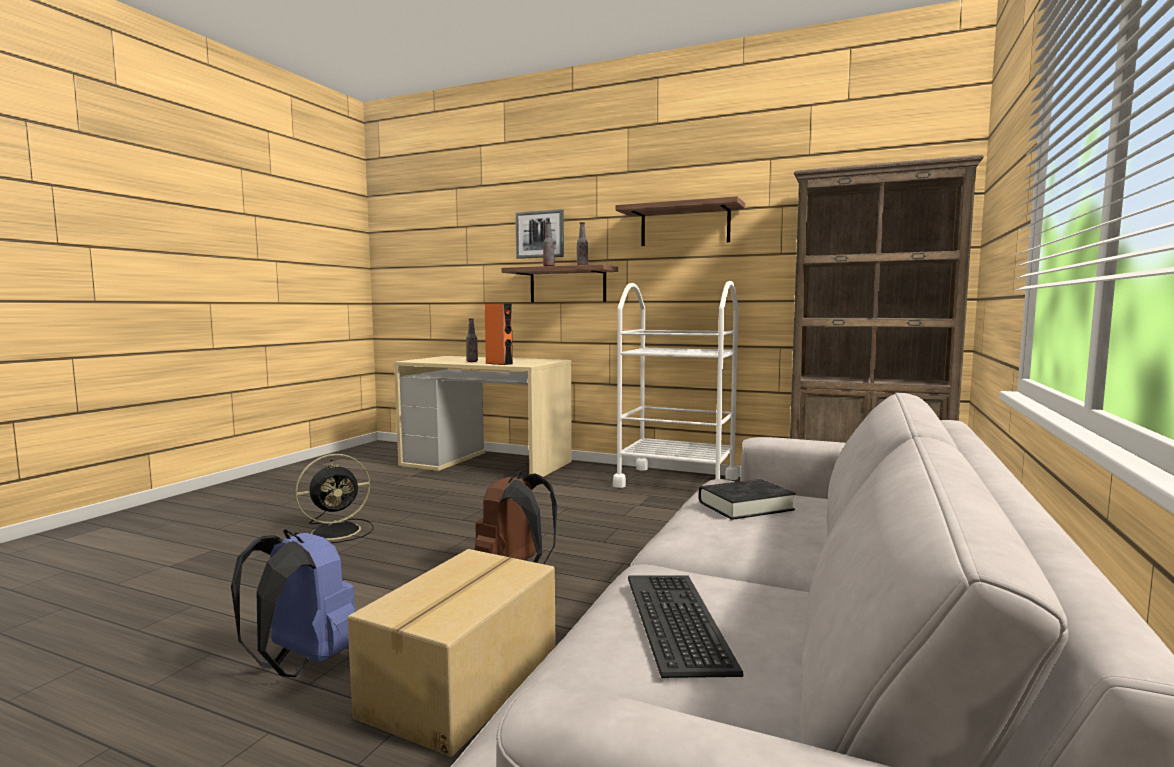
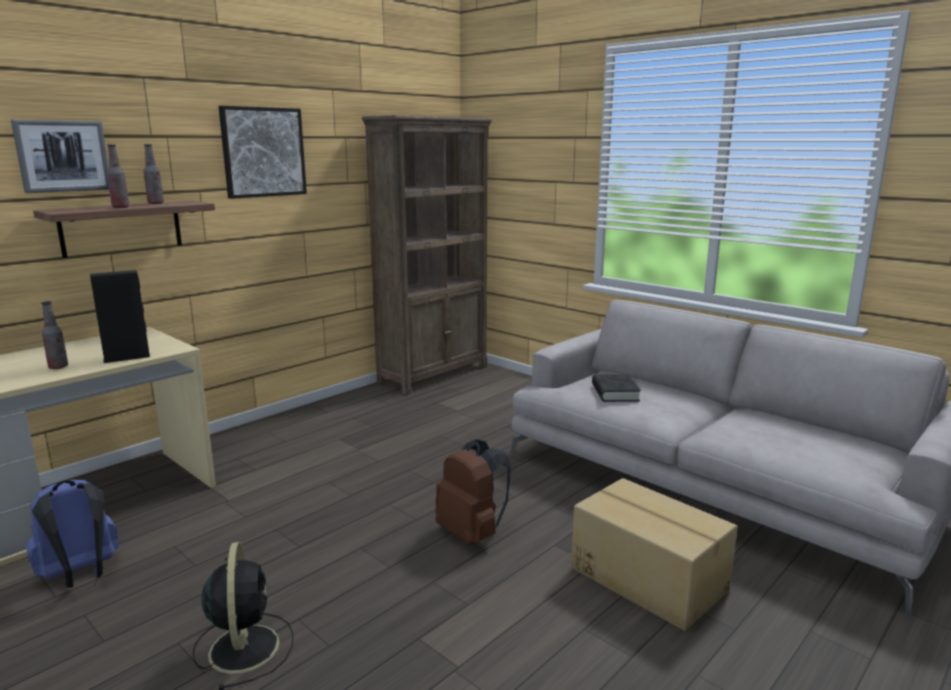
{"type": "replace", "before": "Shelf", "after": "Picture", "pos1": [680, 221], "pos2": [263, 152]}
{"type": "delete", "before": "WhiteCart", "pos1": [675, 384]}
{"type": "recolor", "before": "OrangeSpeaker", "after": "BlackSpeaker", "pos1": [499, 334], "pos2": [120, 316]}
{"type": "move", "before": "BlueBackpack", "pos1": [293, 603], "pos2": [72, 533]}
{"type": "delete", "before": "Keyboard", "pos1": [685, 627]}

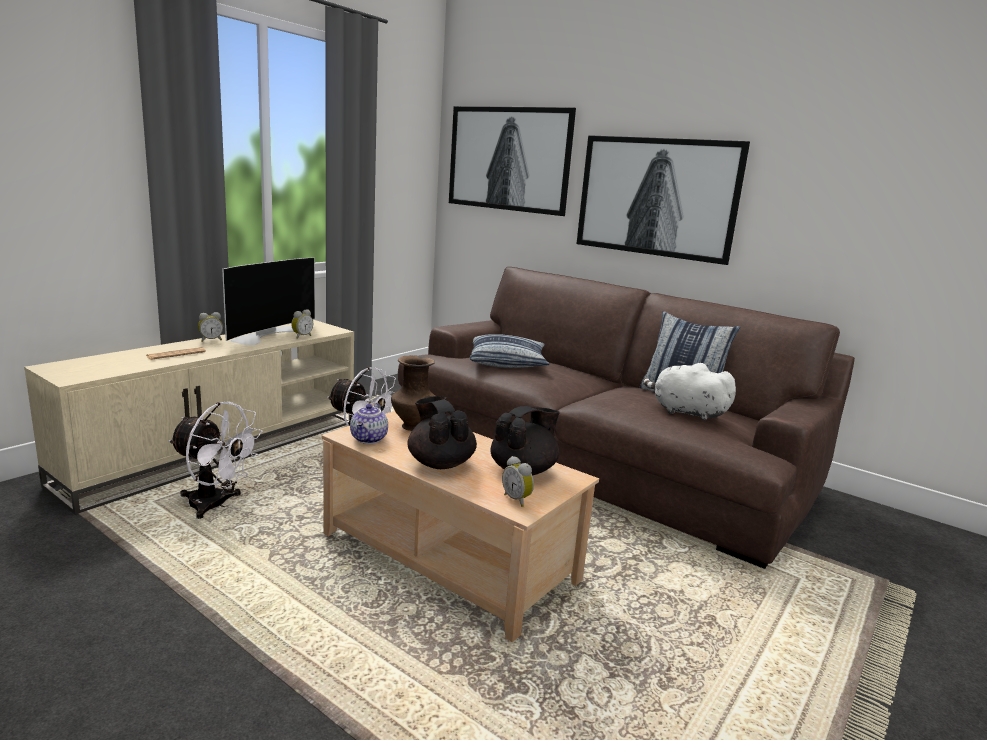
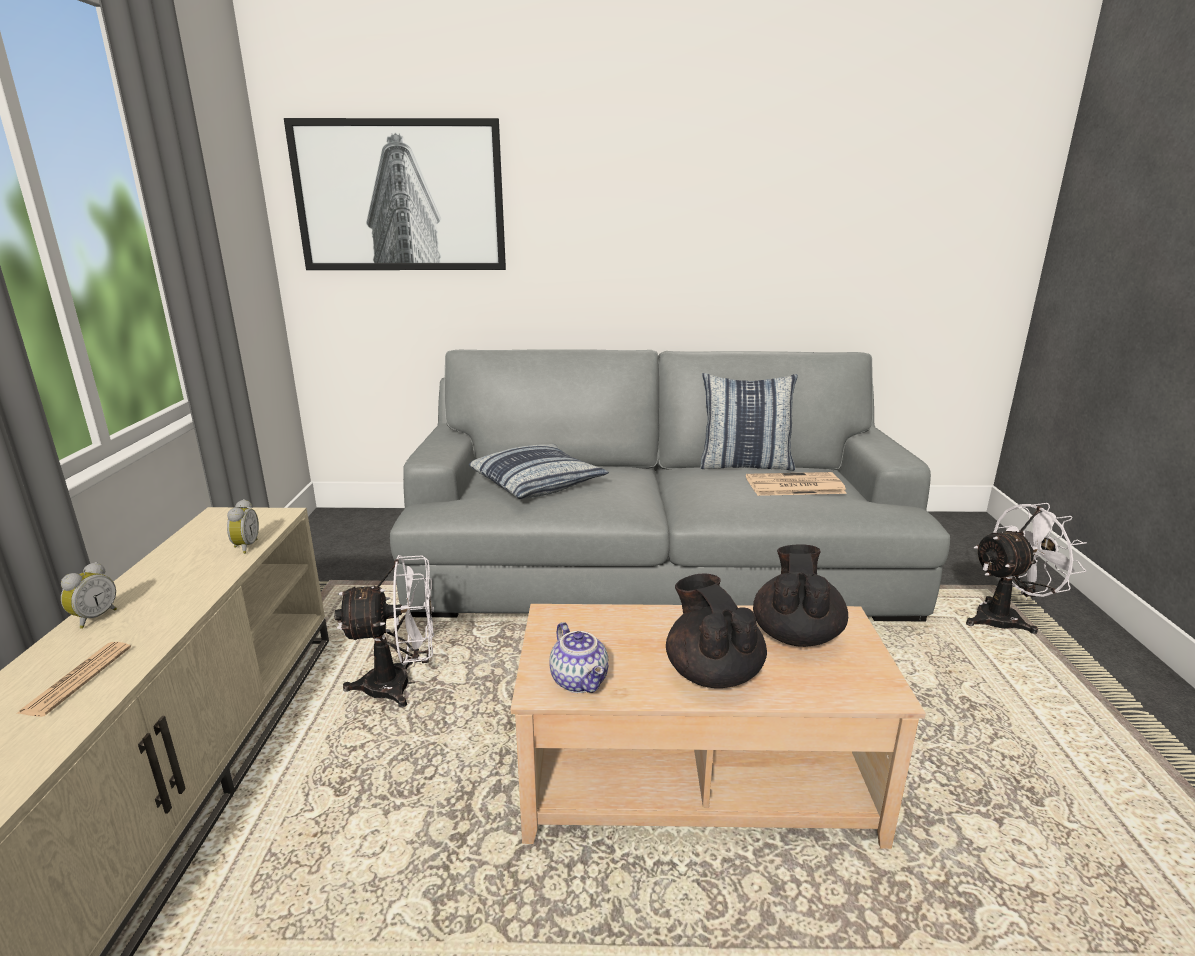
{"type": "delete", "before": "Picture", "pos1": [663, 200]}
{"type": "delete", "before": "Television", "pos1": [268, 301]}
{"type": "recolor", "before": "BrownSofa", "after": "GreySofa", "pos1": [626, 418], "pos2": [670, 485]}
{"type": "delete", "before": "BrownVase", "pos1": [413, 393]}
{"type": "replace", "before": "WhitePlushToy", "after": "Newspaper", "pos1": [689, 392], "pos2": [796, 484]}
{"type": "rotate", "before": "BlackTeapot", "pos1": [442, 432], "pos2": [716, 631], "turn": 45}
{"type": "move", "before": "WhiteFan", "pos1": [216, 460], "pos2": [1026, 568]}
{"type": "delete", "before": "AlarmClock", "pos1": [518, 481]}

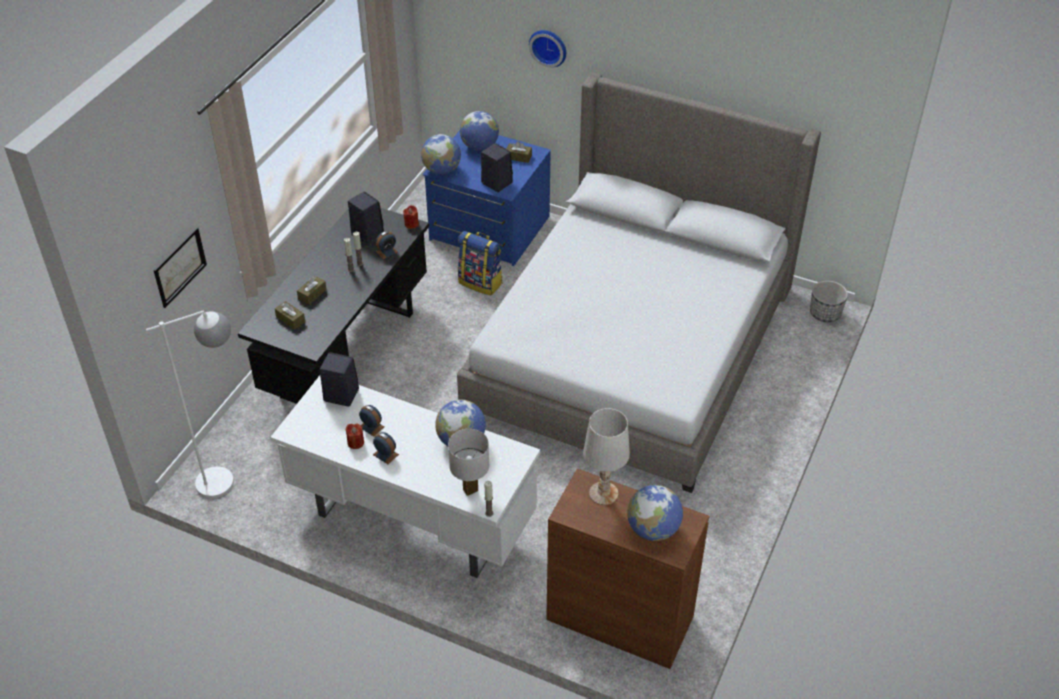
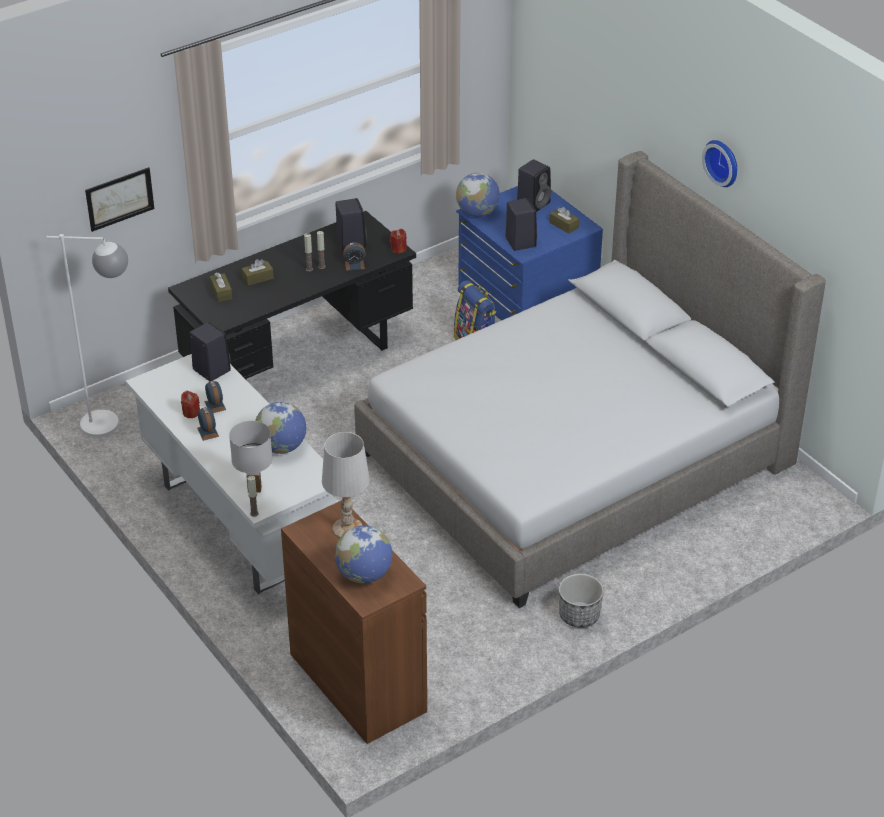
{"type": "move", "before": "WallClock", "pos1": [547, 48], "pos2": [719, 163]}
{"type": "replace", "before": "Globe", "after": "BlackSpeaker", "pos1": [479, 131], "pos2": [534, 185]}
{"type": "move", "before": "Planter", "pos1": [829, 301], "pos2": [581, 601]}

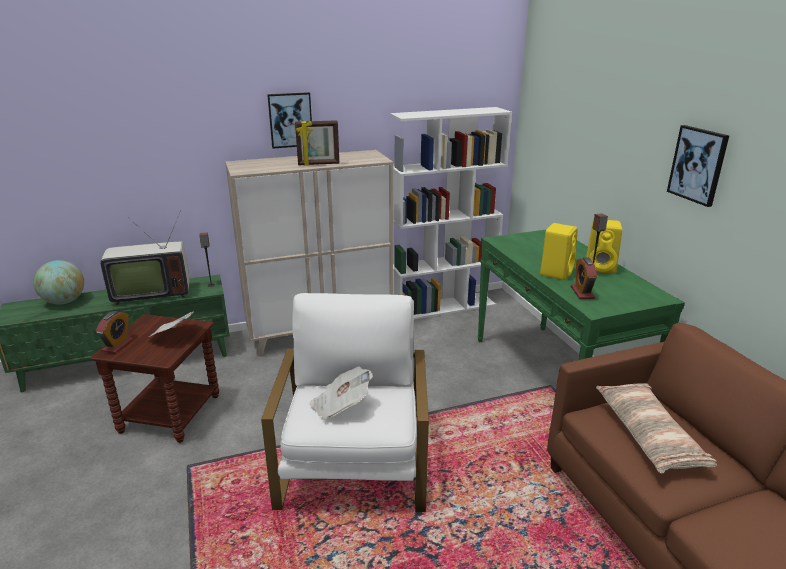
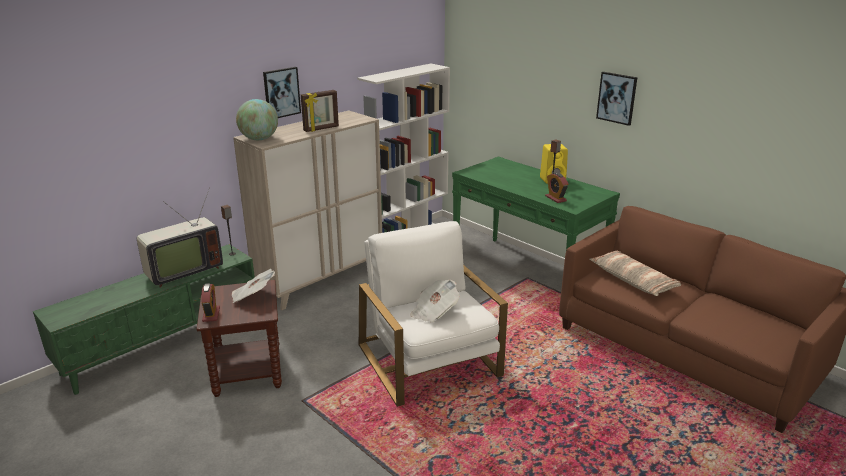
{"type": "delete", "before": "YellowSpeaker", "pos1": [559, 251]}
{"type": "move", "before": "Globe", "pos1": [58, 282], "pos2": [257, 119]}

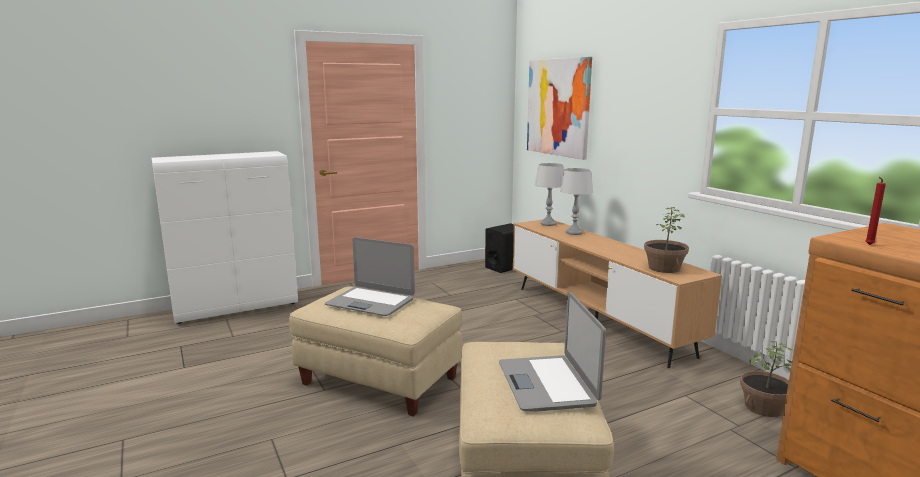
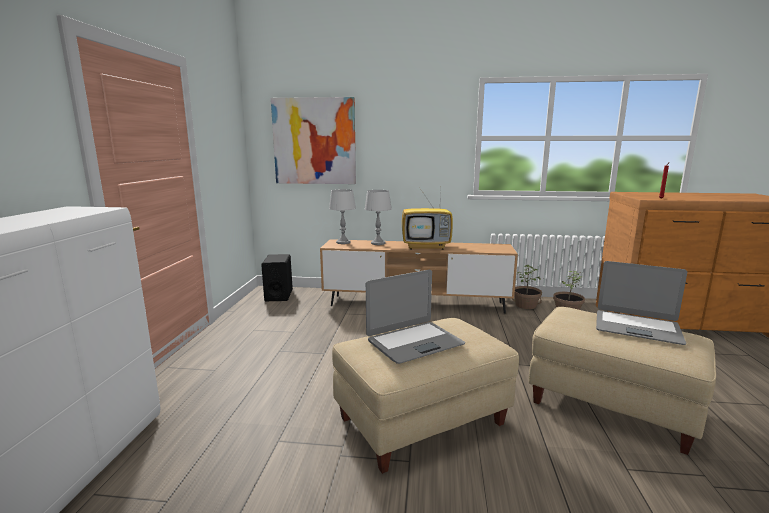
{"type": "move", "before": "PottedPlant", "pos1": [666, 240], "pos2": [527, 287]}
{"type": "insert", "after": "Television", "pos2": [427, 219]}

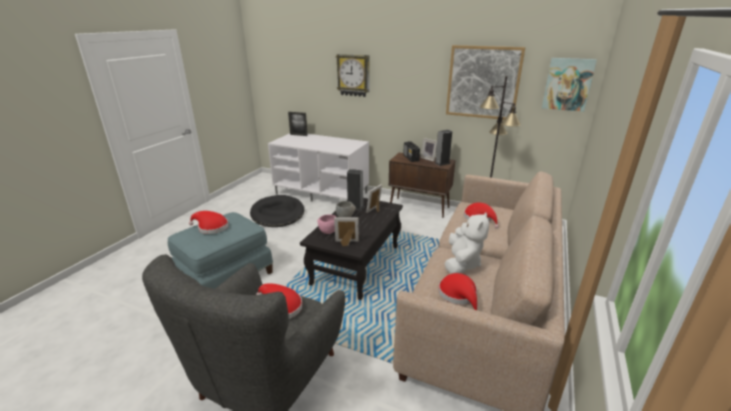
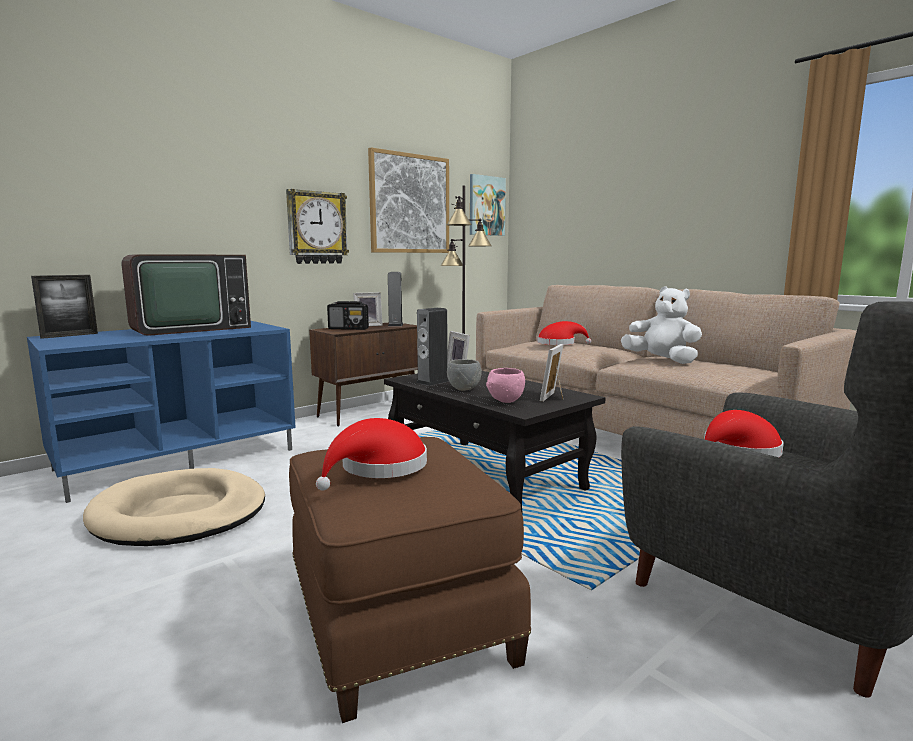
{"type": "move", "before": "WallClock", "pos1": [353, 75], "pos2": [317, 226]}
{"type": "recolor", "before": "WhiteTvStand", "after": "BlueTvStand", "pos1": [318, 167], "pos2": [161, 412]}
{"type": "recolor", "before": "BlackDogBed", "after": "BeigeDogBed", "pos1": [277, 211], "pos2": [174, 507]}
{"type": "recolor", "before": "BlueOttoman", "after": "BrownOttoman", "pos1": [220, 250], "pos2": [410, 580]}
{"type": "delete", "before": "RedHat", "pos1": [457, 291]}
{"type": "insert", "after": "Television", "pos2": [186, 295]}

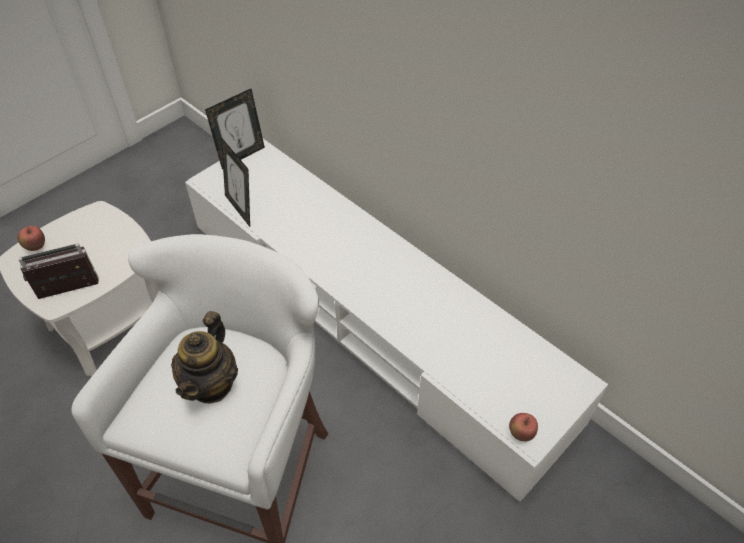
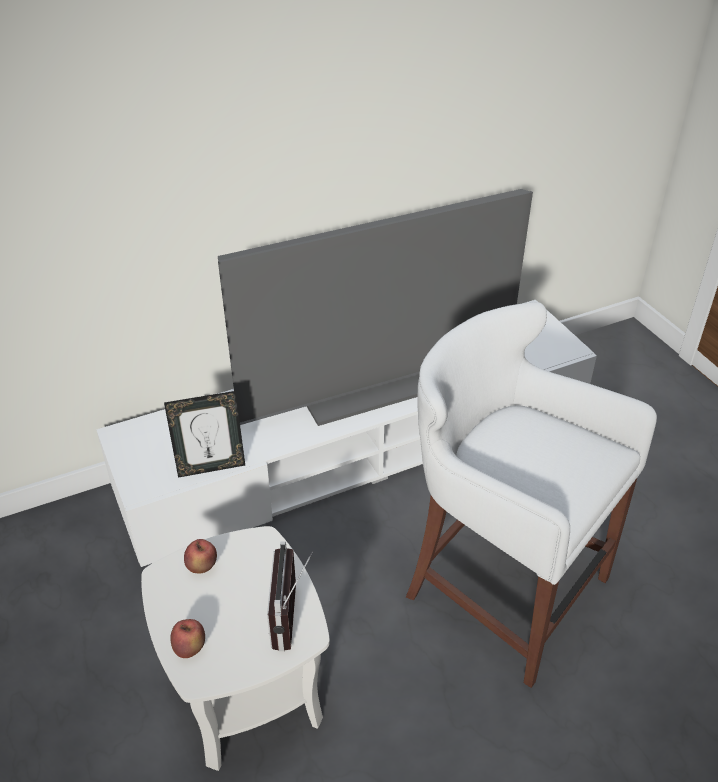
{"type": "delete", "before": "PictureFrame", "pos1": [235, 129]}
{"type": "delete", "before": "Teapot", "pos1": [204, 357]}
{"type": "move", "before": "Apple", "pos1": [523, 427], "pos2": [200, 556]}
{"type": "insert", "after": "Television", "pos2": [375, 307]}

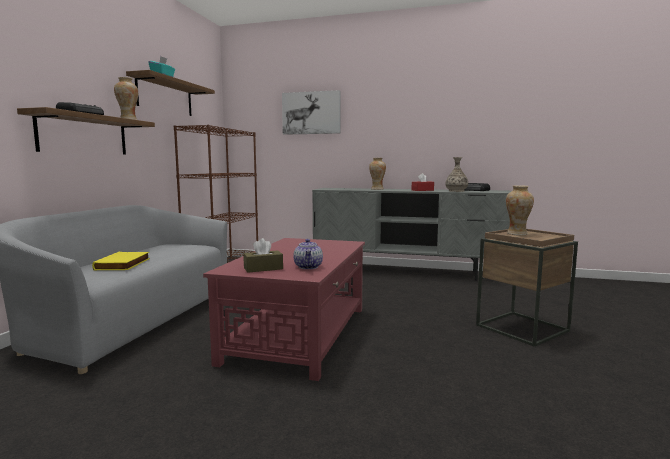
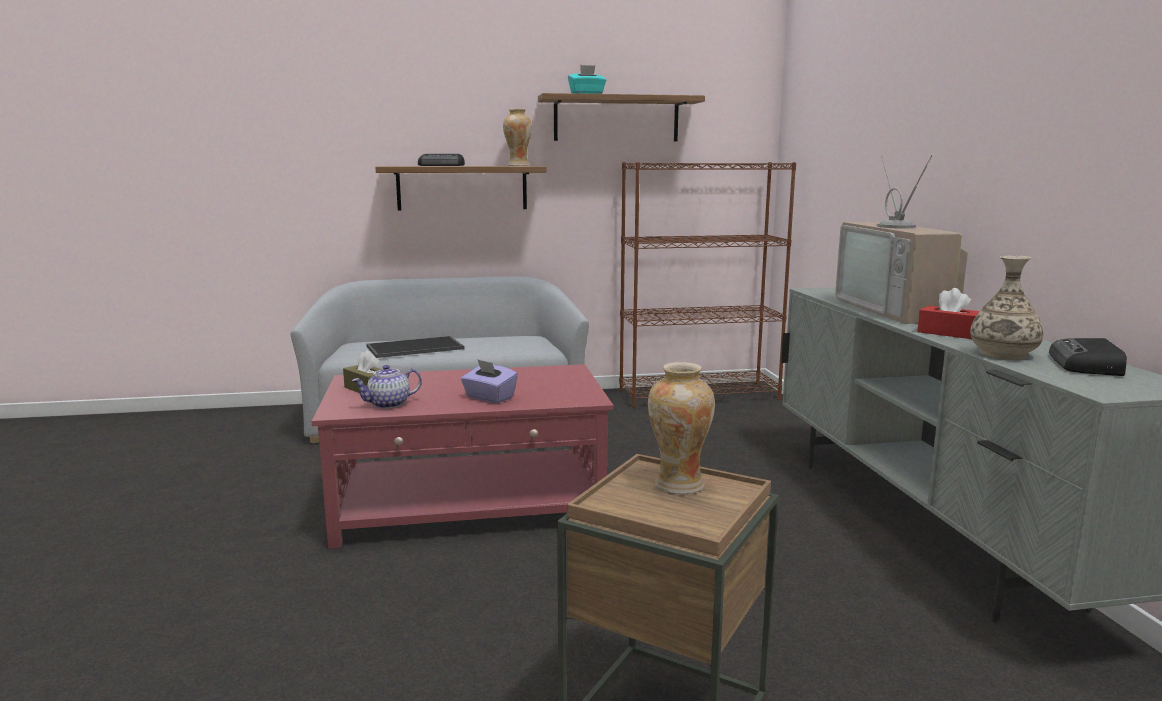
{"type": "delete", "before": "Picture", "pos1": [311, 112]}
{"type": "replace", "before": "Vase", "after": "Television", "pos1": [377, 174], "pos2": [901, 239]}
{"type": "replace", "before": "YellowBook", "after": "Tray", "pos1": [121, 261], "pos2": [415, 347]}
{"type": "insert", "after": "PurpleTissueBox", "pos2": [489, 381]}

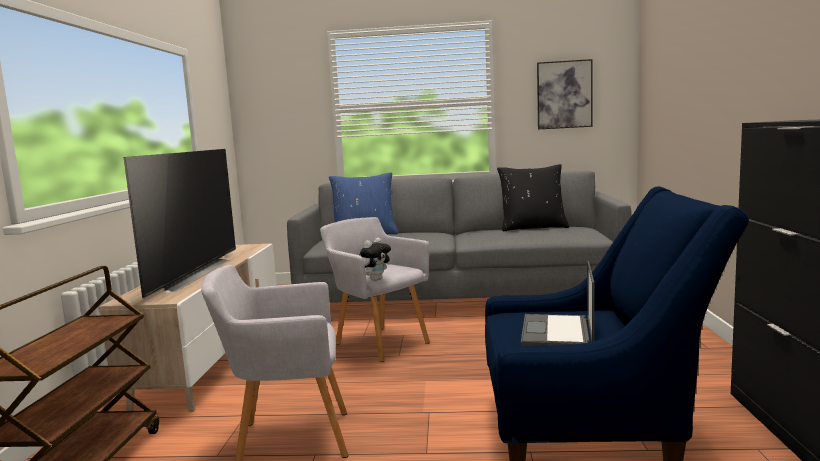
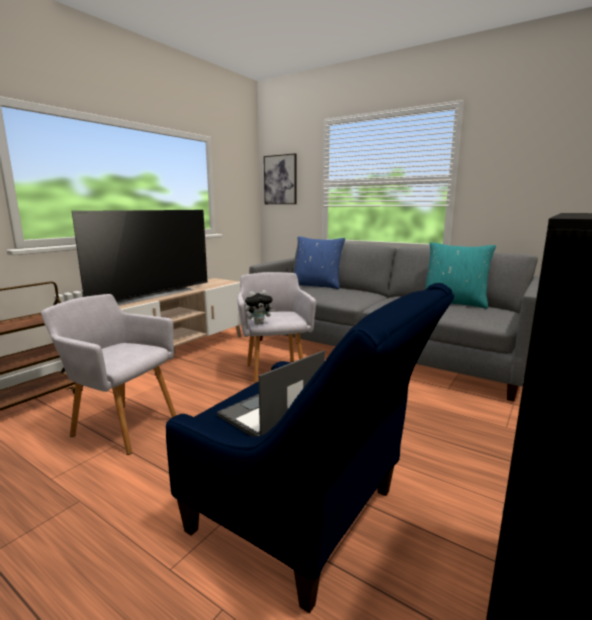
{"type": "move", "before": "Picture", "pos1": [564, 94], "pos2": [280, 178]}
{"type": "recolor", "before": "BlackPillow", "after": "TurquoisePillow", "pos1": [533, 197], "pos2": [460, 275]}

